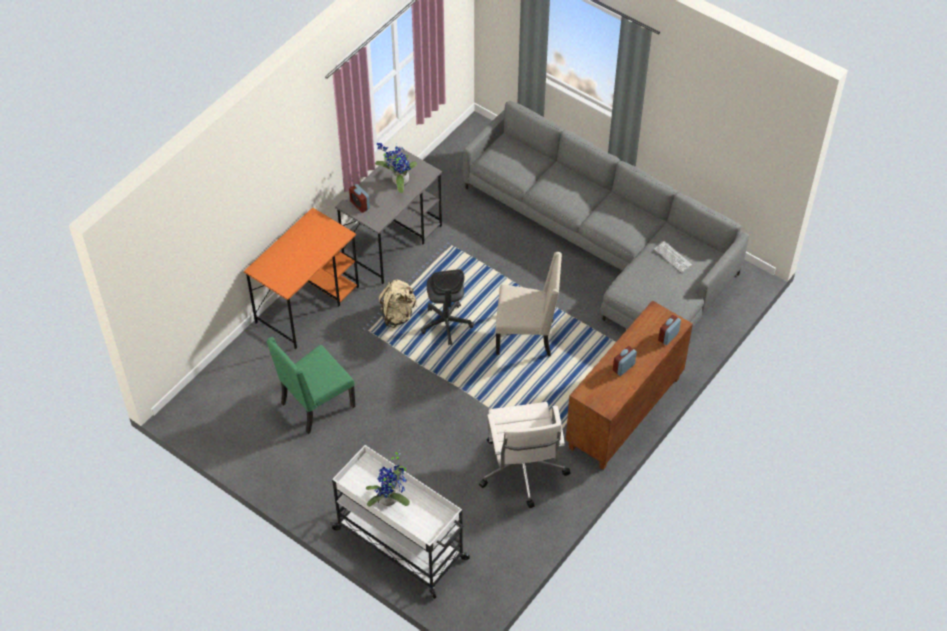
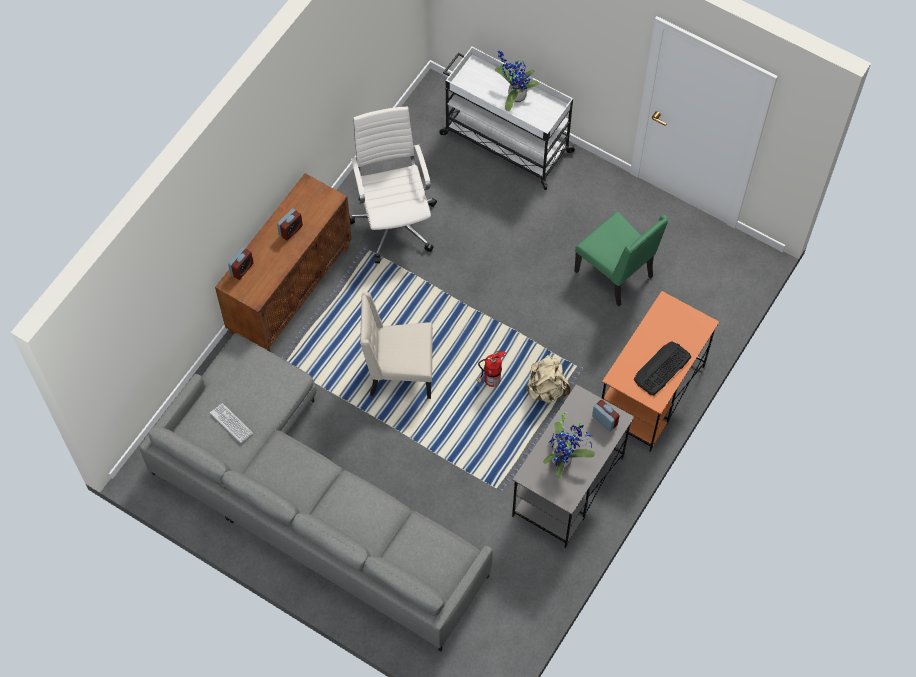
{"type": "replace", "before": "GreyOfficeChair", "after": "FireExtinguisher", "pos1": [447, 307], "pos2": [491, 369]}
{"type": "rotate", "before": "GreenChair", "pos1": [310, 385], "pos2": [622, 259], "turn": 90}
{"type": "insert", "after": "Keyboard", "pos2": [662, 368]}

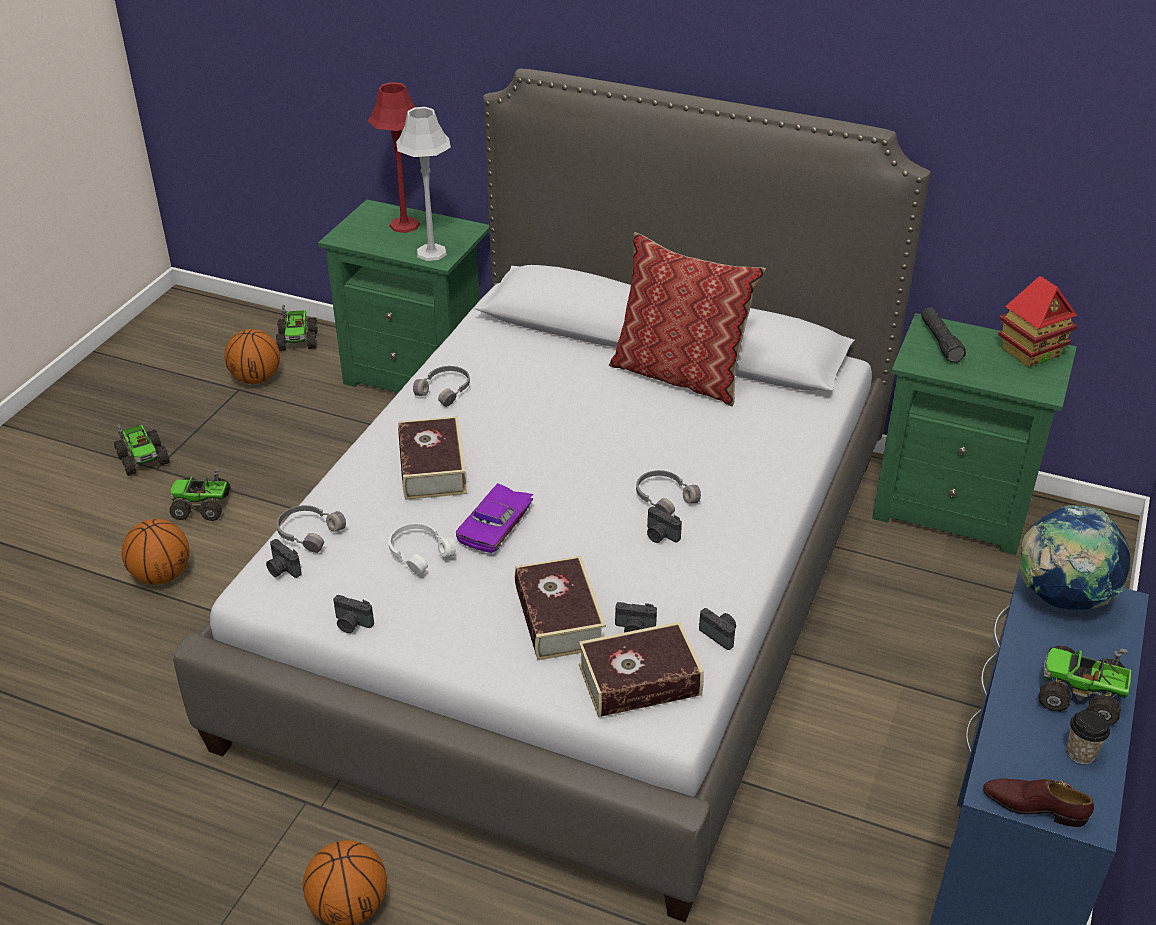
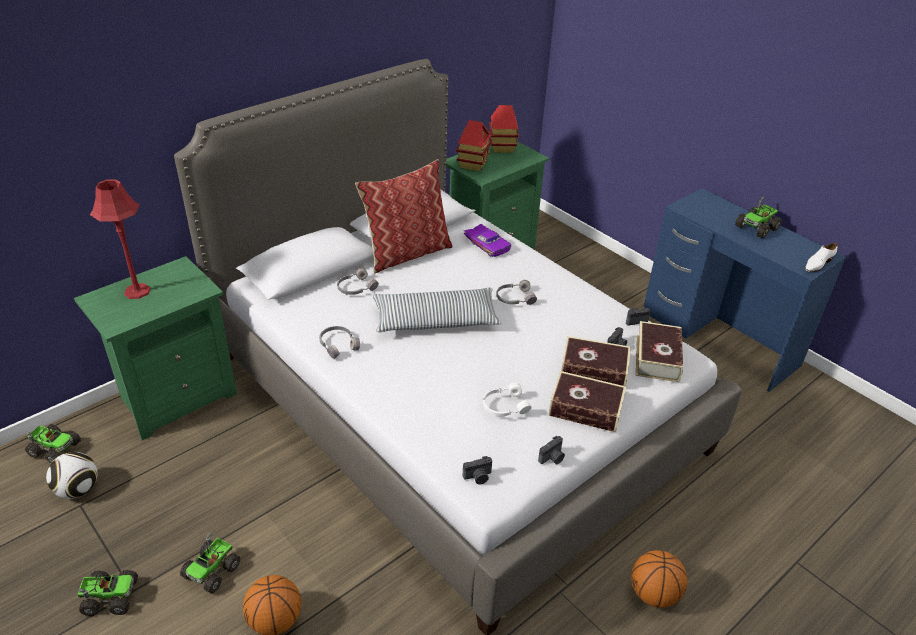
{"type": "delete", "before": "GreyTableLamp", "pos1": [423, 184]}
{"type": "replace", "before": "BlackFlashlight", "after": "ToyHouse", "pos1": [944, 335], "pos2": [474, 145]}
{"type": "replace", "before": "Basketball", "after": "Football", "pos1": [252, 356], "pos2": [72, 475]}
{"type": "move", "before": "Book", "pos1": [432, 458], "pos2": [587, 401]}
{"type": "move", "before": "PurpleToyCar", "pos1": [494, 518], "pos2": [487, 240]}
{"type": "move", "before": "GreyHeadphones", "pos1": [311, 529], "pos2": [358, 281]}
{"type": "delete", "before": "Globe", "pos1": [1075, 557]}
{"type": "delete", "before": "PhotoCamera", "pos1": [664, 524]}
{"type": "delete", "before": "Cup", "pos1": [1088, 737]}
{"type": "recolor", "before": "BrownShoe", "after": "WhiteShoe", "pos1": [1038, 802], "pos2": [821, 257]}
{"type": "insert", "after": "Pillow", "pos2": [437, 310]}

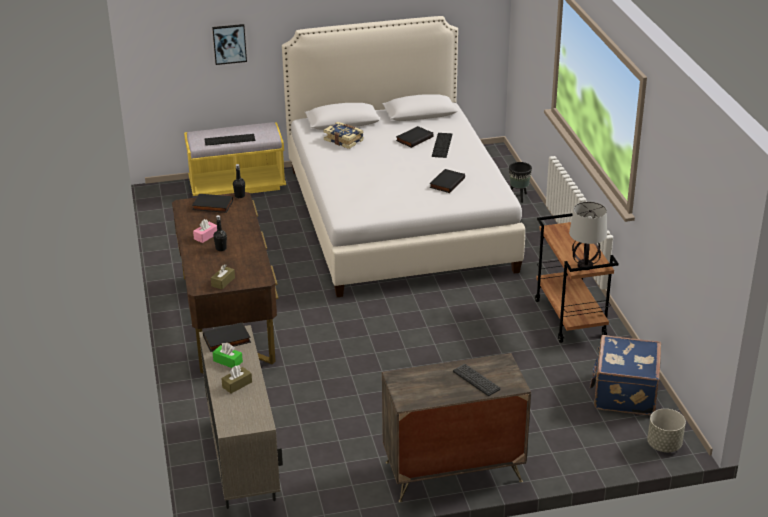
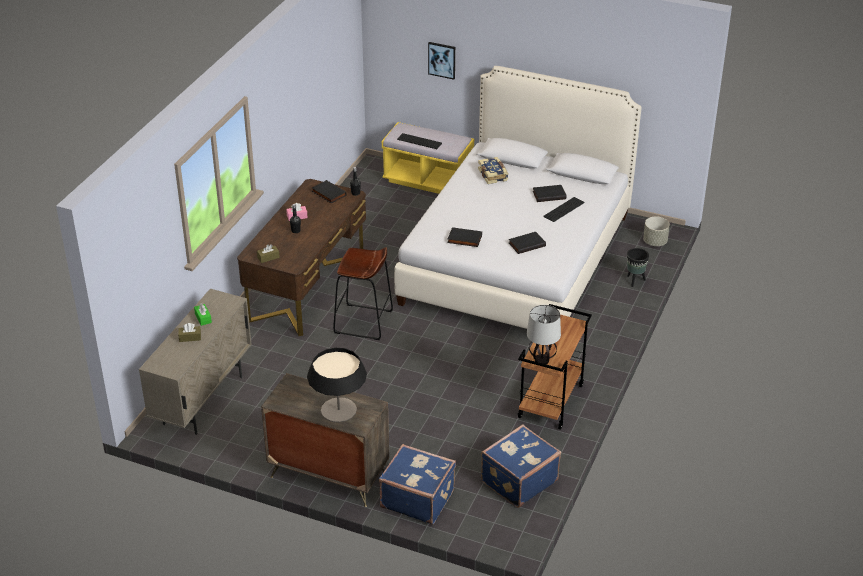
{"type": "move", "before": "BlackBook", "pos1": [227, 337], "pos2": [464, 237]}
{"type": "replace", "before": "Keyboard", "after": "TableLamp", "pos1": [476, 380], "pos2": [337, 385]}
{"type": "move", "before": "GreyPlanter", "pos1": [666, 430], "pos2": [656, 231]}
{"type": "insert", "after": "BrownStool", "pos2": [363, 293]}
{"type": "insert", "after": "BlueSuitcase", "pos2": [417, 484]}

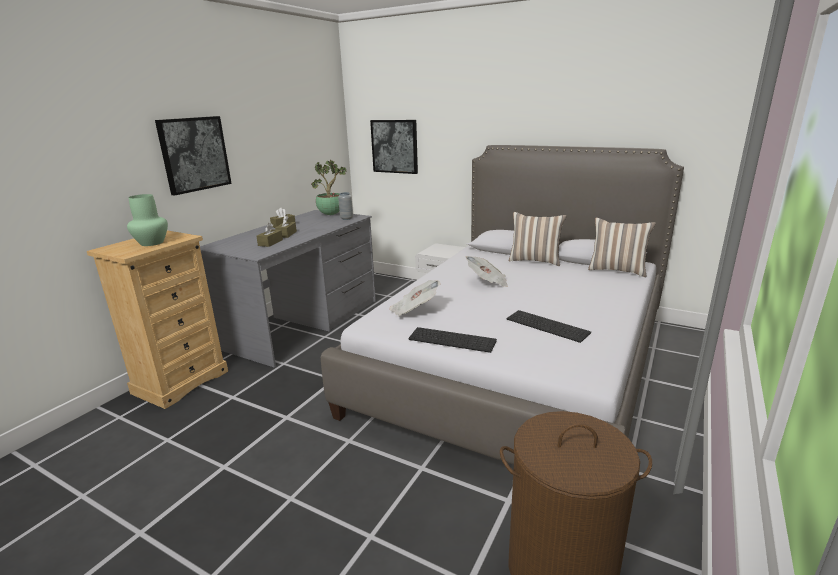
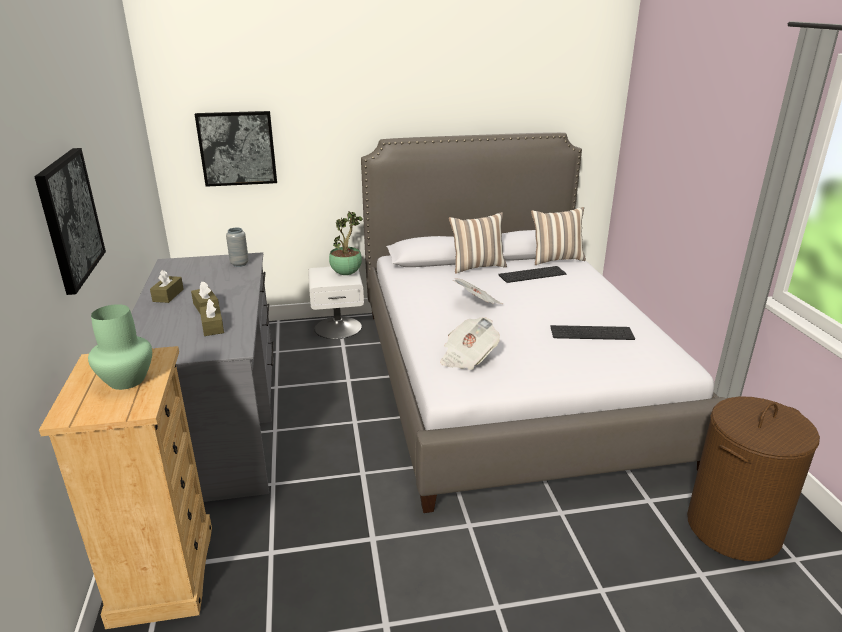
{"type": "move", "before": "PottedPlant", "pos1": [328, 187], "pos2": [346, 243]}
{"type": "move", "before": "Keyboard", "pos1": [452, 340], "pos2": [532, 274]}

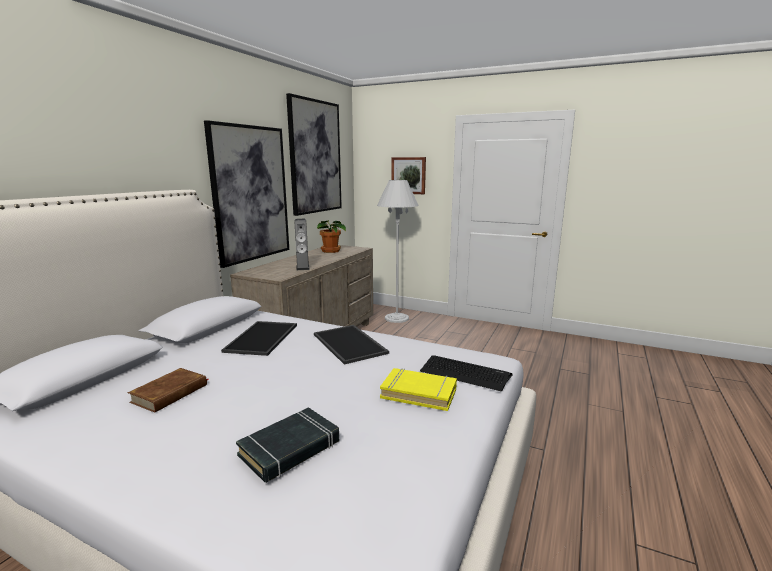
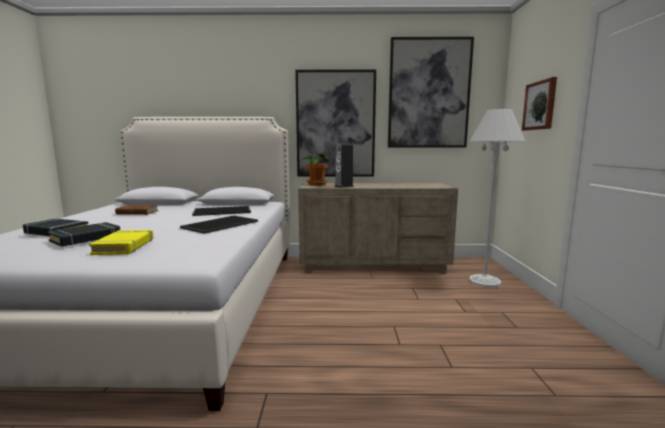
{"type": "move", "before": "PottedPlant", "pos1": [331, 236], "pos2": [316, 170]}
{"type": "delete", "before": "Keyboard", "pos1": [466, 373]}
{"type": "insert", "after": "BlackBook", "pos2": [84, 234]}

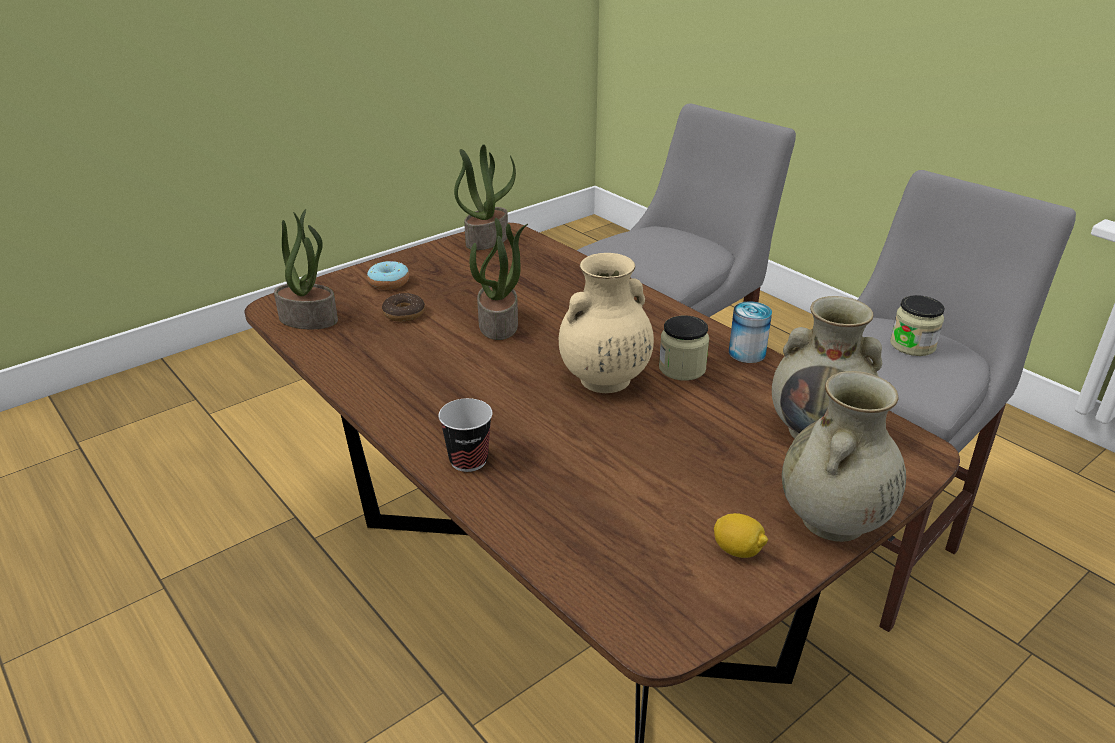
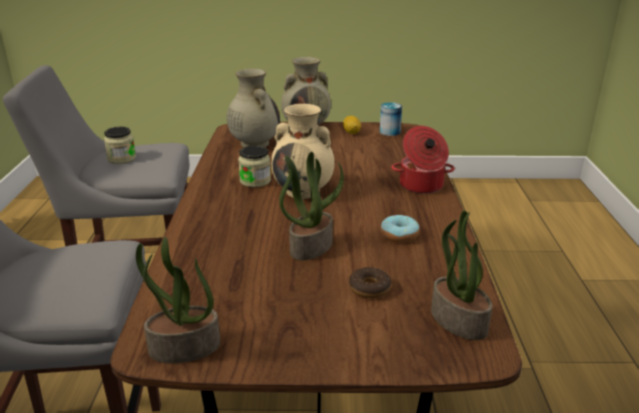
{"type": "move", "before": "Donut", "pos1": [388, 275], "pos2": [400, 228]}
{"type": "move", "before": "Can", "pos1": [750, 332], "pos2": [391, 119]}
{"type": "replace", "before": "Cup", "after": "CookingPot", "pos1": [465, 435], "pos2": [423, 160]}

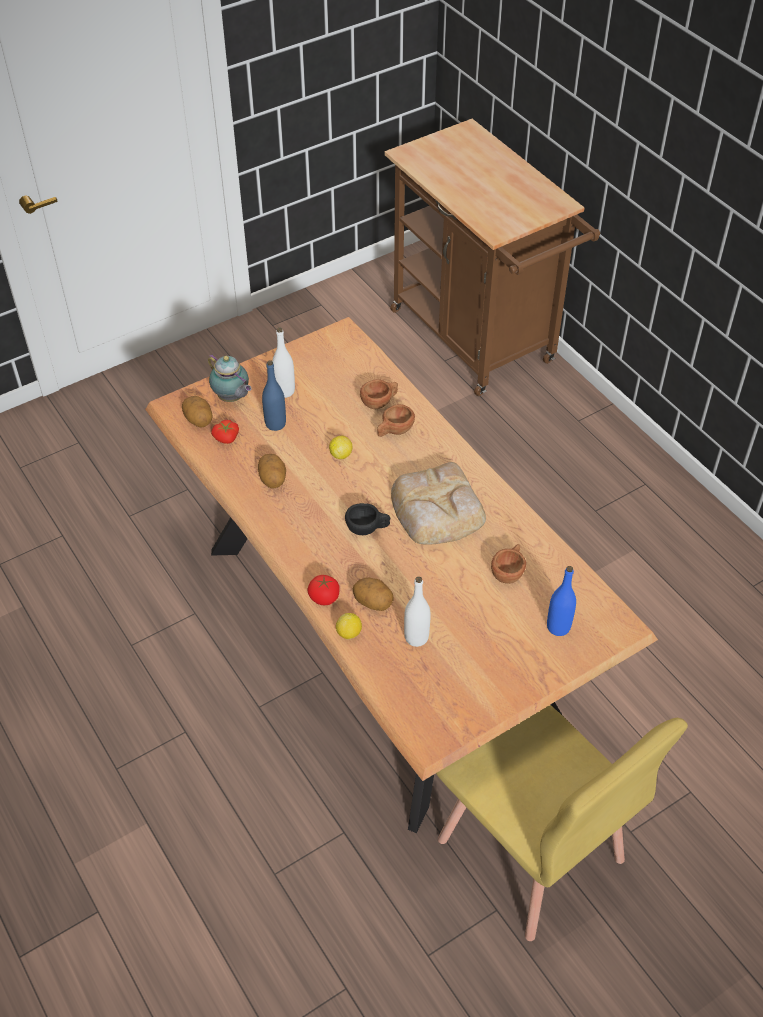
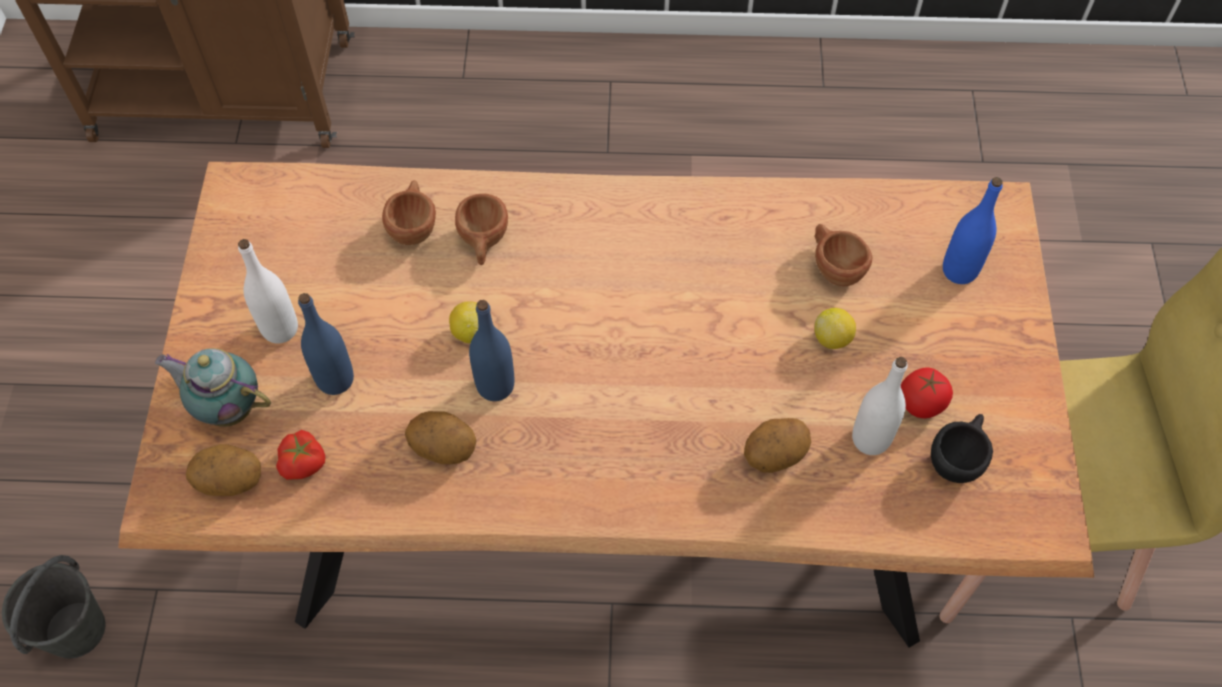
{"type": "rotate", "before": "Teapot", "pos1": [230, 378], "pos2": [213, 387], "turn": -150}
{"type": "delete", "before": "Bread", "pos1": [438, 503]}
{"type": "move", "before": "BlackCup", "pos1": [368, 519], "pos2": [962, 448]}
{"type": "move", "before": "Tomato", "pos1": [323, 590], "pos2": [927, 393]}
{"type": "move", "before": "Lemon", "pos1": [349, 626], "pos2": [835, 328]}
{"type": "insert", "after": "BlueBottle", "pos2": [492, 350]}
{"type": "insert", "after": "GreyBucket", "pos2": [54, 607]}

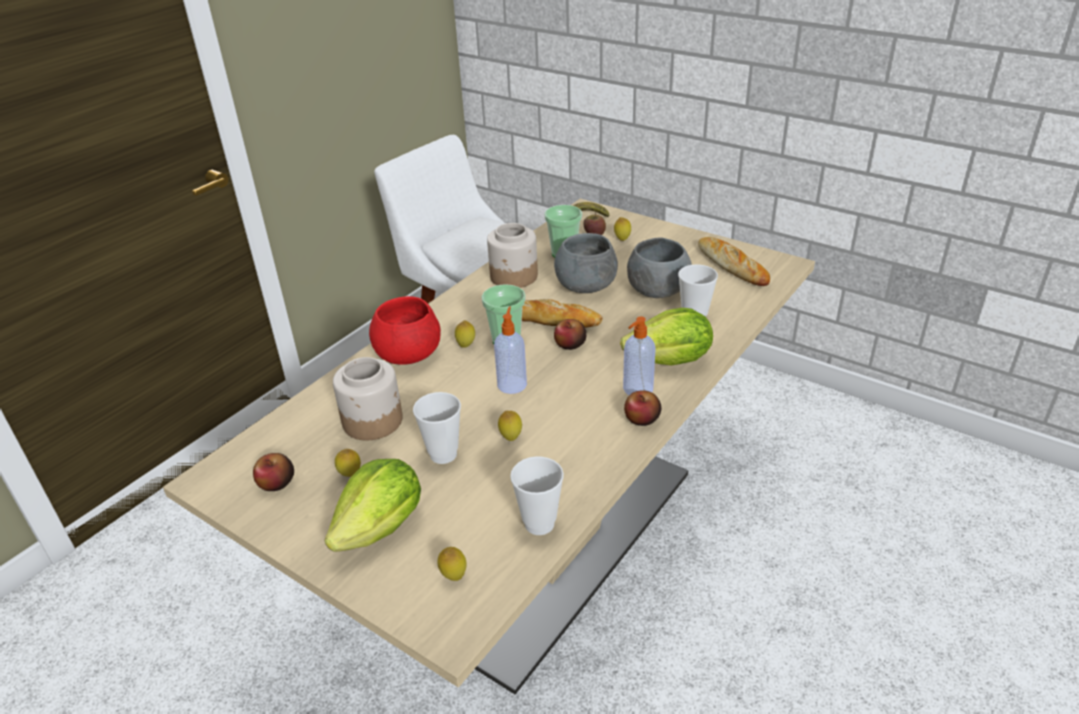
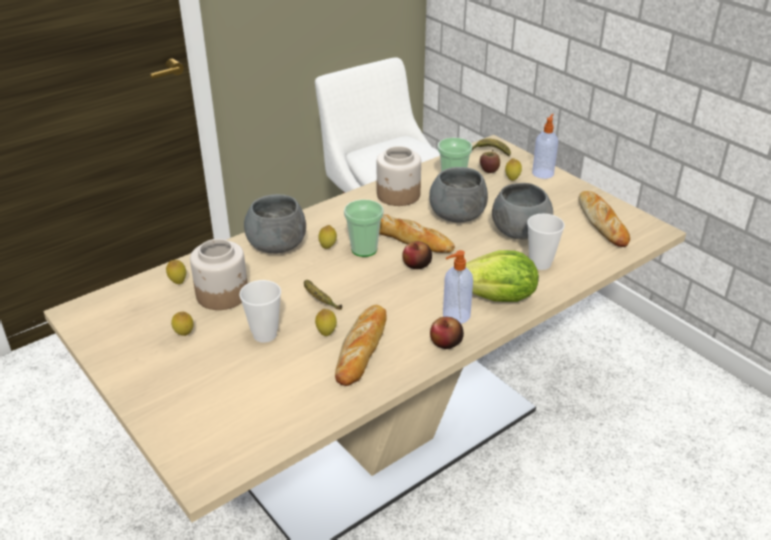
{"type": "recolor", "before": "RedBowl", "after": "GreyBowl", "pos1": [405, 330], "pos2": [275, 223]}
{"type": "move", "before": "SoapDispenser", "pos1": [510, 350], "pos2": [545, 146]}
{"type": "delete", "before": "Apple", "pos1": [273, 472]}
{"type": "delete", "before": "Cup", "pos1": [537, 495]}
{"type": "delete", "before": "Lettuce", "pos1": [372, 505]}
{"type": "move", "before": "Lemon", "pos1": [452, 564], "pos2": [176, 272]}
{"type": "insert", "after": "Banana", "pos2": [323, 295]}
{"type": "insert", "after": "Bread", "pos2": [361, 345]}

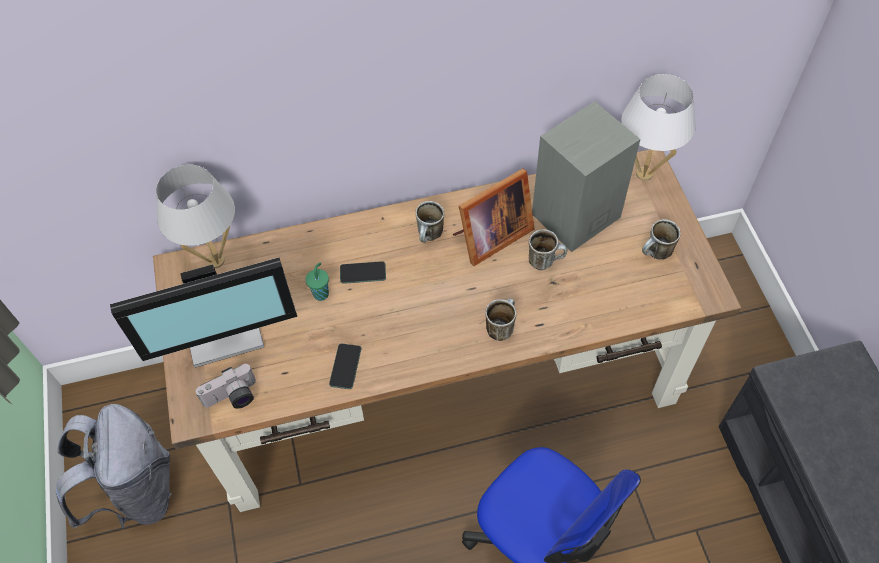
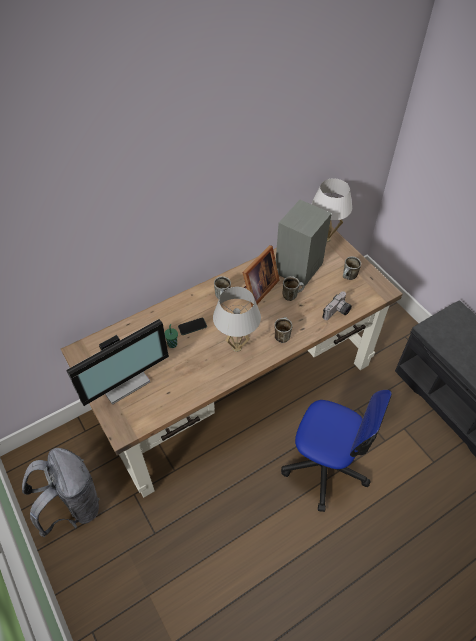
{"type": "move", "before": "WhiteTableLamp", "pos1": [195, 216], "pos2": [237, 319]}
{"type": "delete", "before": "Phone", "pos1": [345, 366]}
{"type": "move", "before": "PhotoCamera", "pos1": [225, 386], "pos2": [337, 305]}

